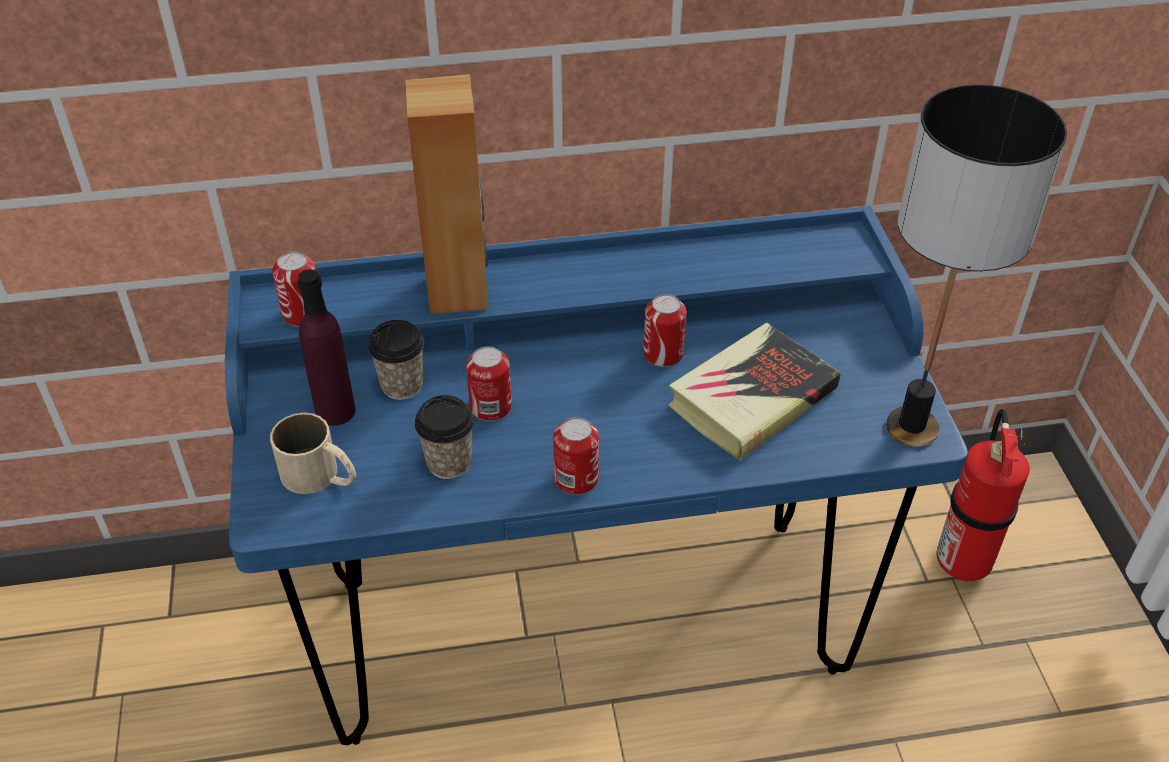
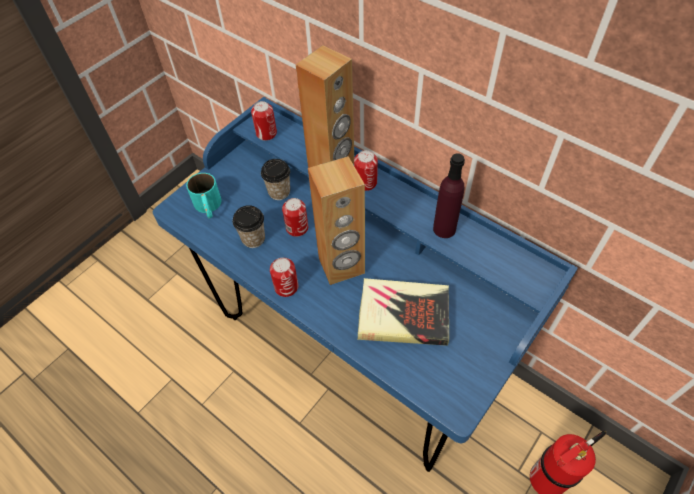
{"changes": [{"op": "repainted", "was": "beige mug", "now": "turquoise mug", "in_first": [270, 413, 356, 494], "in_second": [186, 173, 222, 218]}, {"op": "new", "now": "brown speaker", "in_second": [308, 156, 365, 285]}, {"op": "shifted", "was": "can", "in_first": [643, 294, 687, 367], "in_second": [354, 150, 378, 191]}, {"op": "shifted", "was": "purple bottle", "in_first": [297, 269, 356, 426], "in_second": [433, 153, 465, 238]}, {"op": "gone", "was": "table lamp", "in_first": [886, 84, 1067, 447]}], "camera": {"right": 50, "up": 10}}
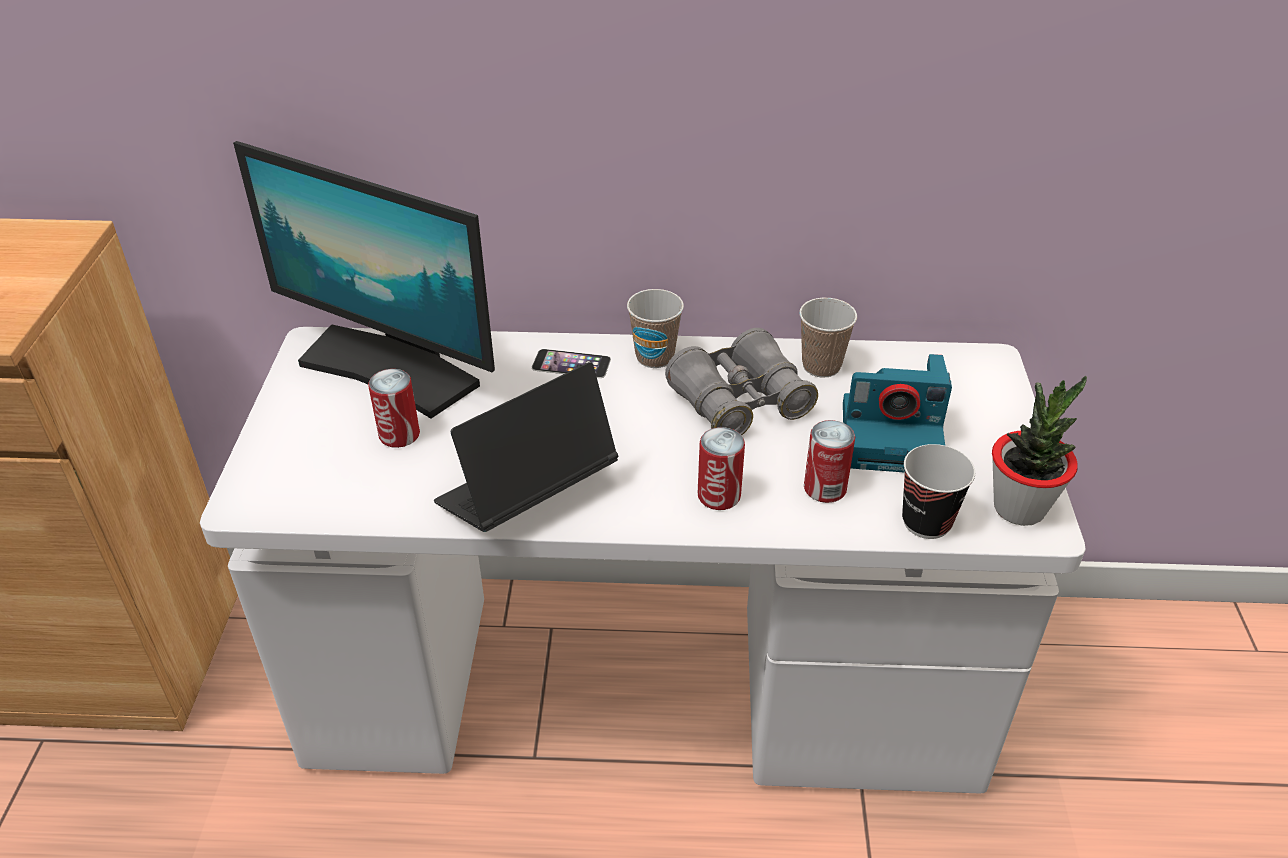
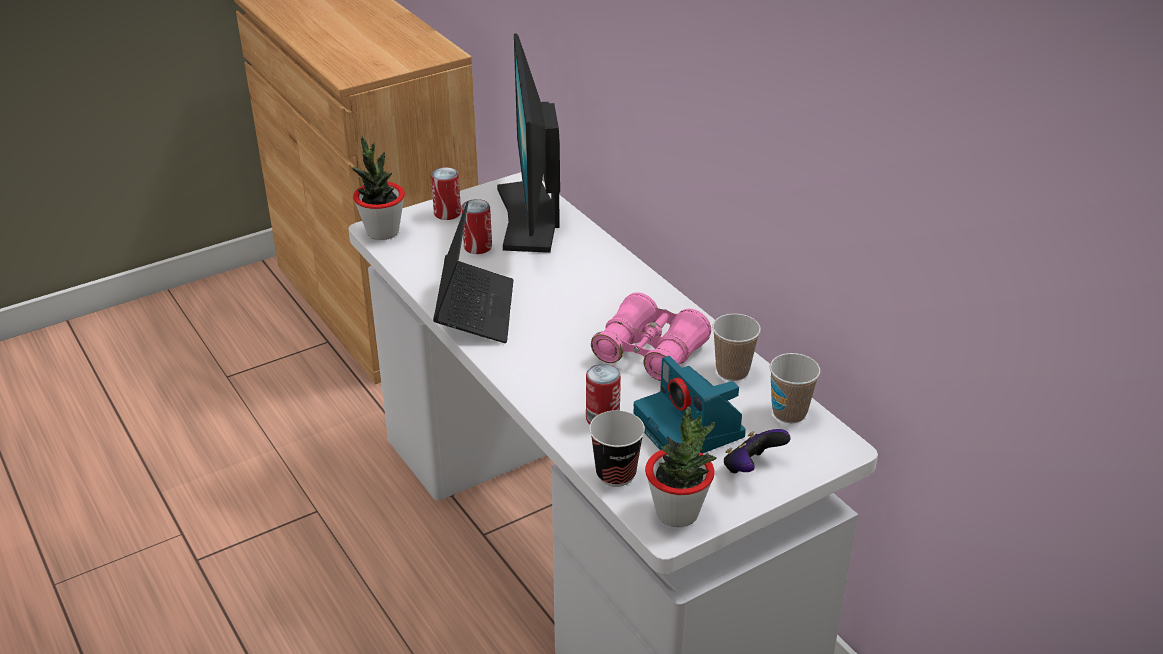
{"changes": [{"op": "new", "now": "potted plant", "in_second": [351, 136, 405, 240]}, {"op": "shifted", "was": "can", "in_first": [698, 427, 745, 510], "in_second": [431, 167, 461, 220]}, {"op": "rotated", "was": "laptop", "in_first": [434, 362, 618, 532], "in_second": [433, 201, 514, 343], "clockwise": 75}, {"op": "repainted", "was": "grey binoculars", "now": "pink binoculars", "in_first": [665, 328, 818, 435], "in_second": [591, 292, 711, 381]}, {"op": "new", "now": "game controller", "in_second": [724, 429, 791, 473]}, {"op": "shifted", "was": "cup", "in_first": [627, 289, 684, 368], "in_second": [770, 353, 820, 423]}, {"op": "gone", "was": "phone", "in_first": [532, 349, 611, 378]}], "camera": {"right": 55, "up": -5}}
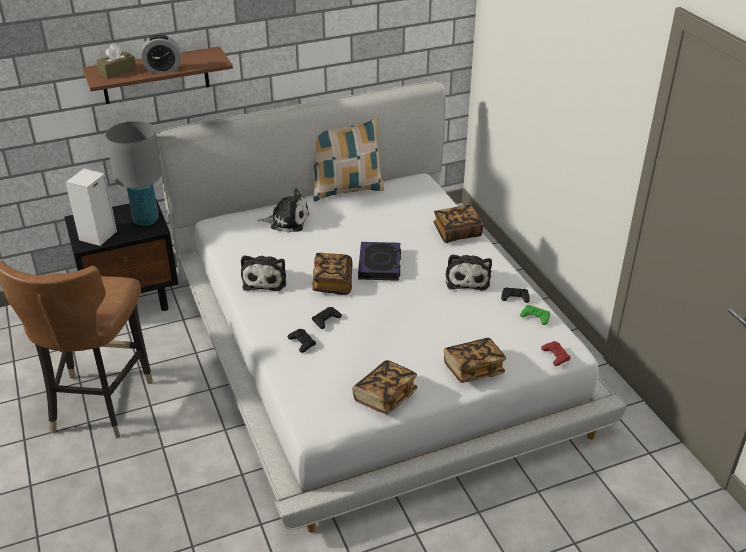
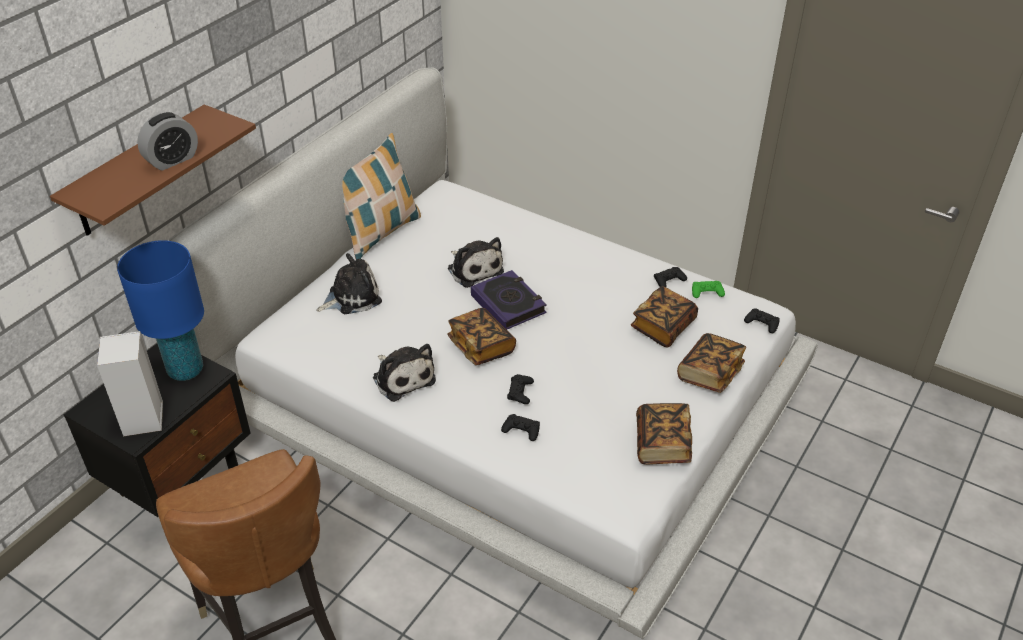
{"changes": [{"op": "repainted", "was": "grey table lamp", "now": "blue table lamp", "in_first": [105, 121, 162, 226], "in_second": [117, 240, 204, 381]}, {"op": "shifted", "was": "plush toy", "in_first": [445, 254, 492, 291], "in_second": [448, 237, 504, 288]}, {"op": "shifted", "was": "book", "in_first": [433, 205, 483, 243], "in_second": [631, 286, 698, 347]}, {"op": "repainted", "was": "red game controller", "now": "black game controller", "in_first": [541, 341, 571, 366], "in_second": [744, 309, 780, 333]}, {"op": "gone", "was": "brown tissue box", "in_first": [96, 44, 136, 79]}], "camera": {"right": -35, "up": 5}}
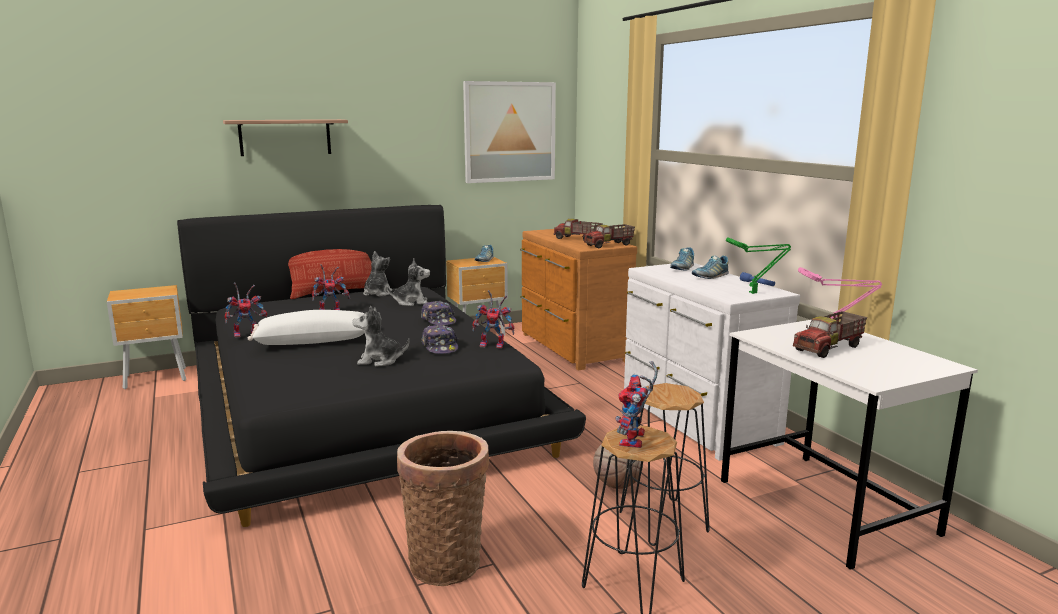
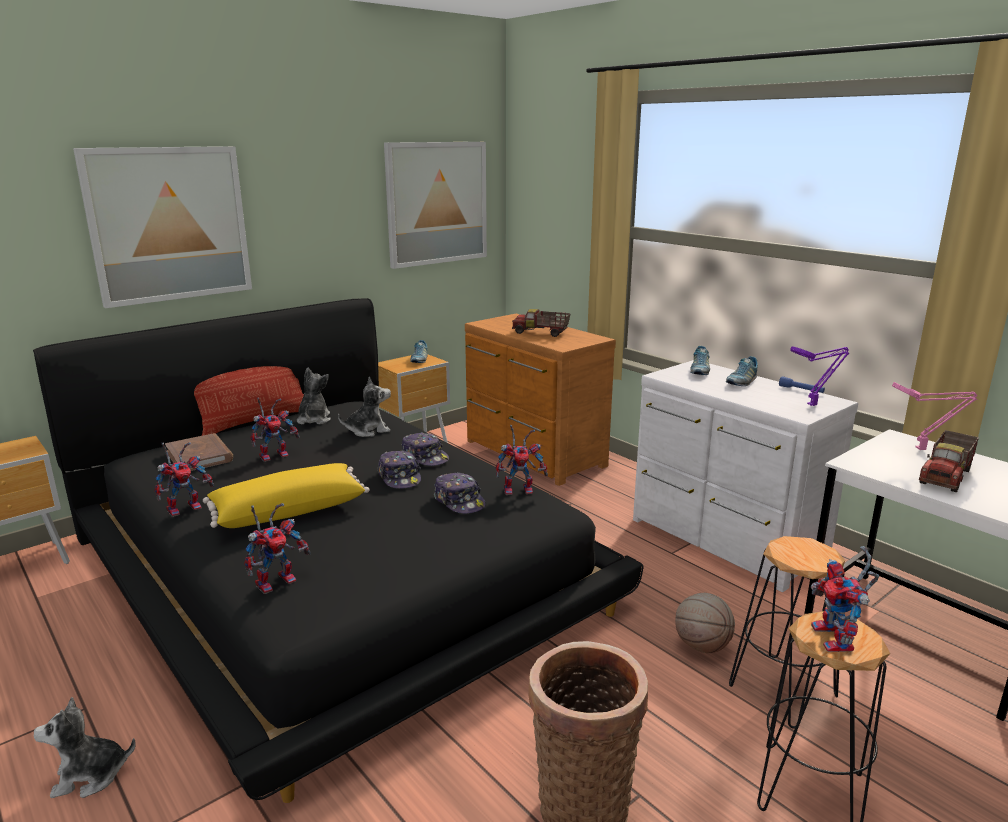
{"changes": [{"op": "shifted", "was": "plush toy", "in_first": [353, 306, 410, 367], "in_second": [34, 697, 136, 798]}, {"op": "swapped", "was": "shelf", "now": "picture", "in_first": [223, 119, 348, 156], "in_second": [73, 146, 252, 308]}, {"op": "new", "now": "brown book", "in_second": [165, 433, 233, 471]}, {"op": "repainted", "was": "white pillow", "now": "yellow pillow", "in_first": [248, 310, 365, 345], "in_second": [203, 463, 369, 528]}, {"op": "new", "now": "toy robot", "in_second": [245, 503, 311, 594]}, {"op": "new", "now": "cap", "in_second": [377, 450, 421, 489]}, {"op": "repainted", "was": "green table lamp", "now": "purple table lamp", "in_first": [726, 237, 791, 294], "in_second": [790, 346, 850, 406]}, {"op": "gone", "was": "toy truck", "in_first": [584, 224, 635, 248]}], "camera": {"right": -15, "up": 5}}
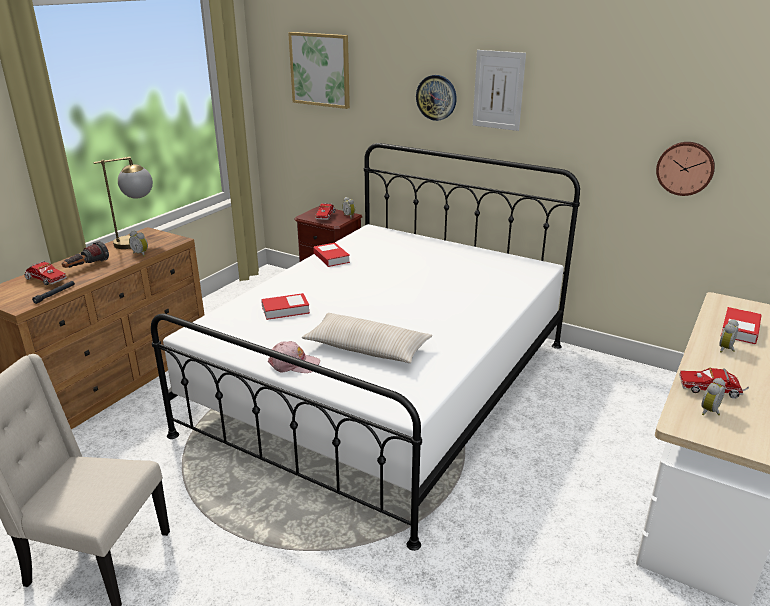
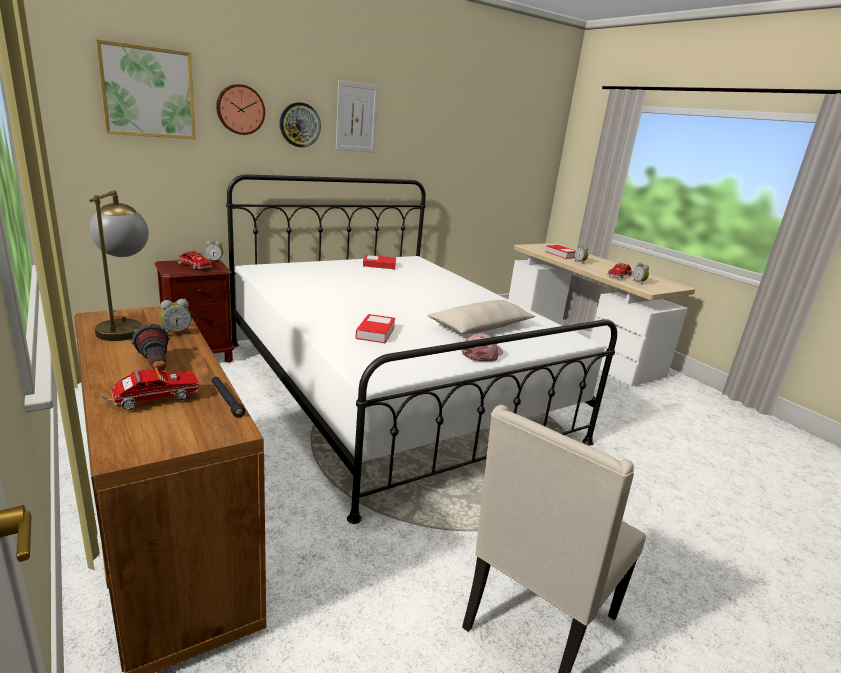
{"changes": [{"op": "shifted", "was": "wall clock", "in_first": [656, 142, 715, 196], "in_second": [216, 84, 265, 135]}, {"op": "shifted", "was": "book", "in_first": [313, 243, 350, 267], "in_second": [363, 255, 396, 269]}], "camera": {"right": -65, "up": -5}}
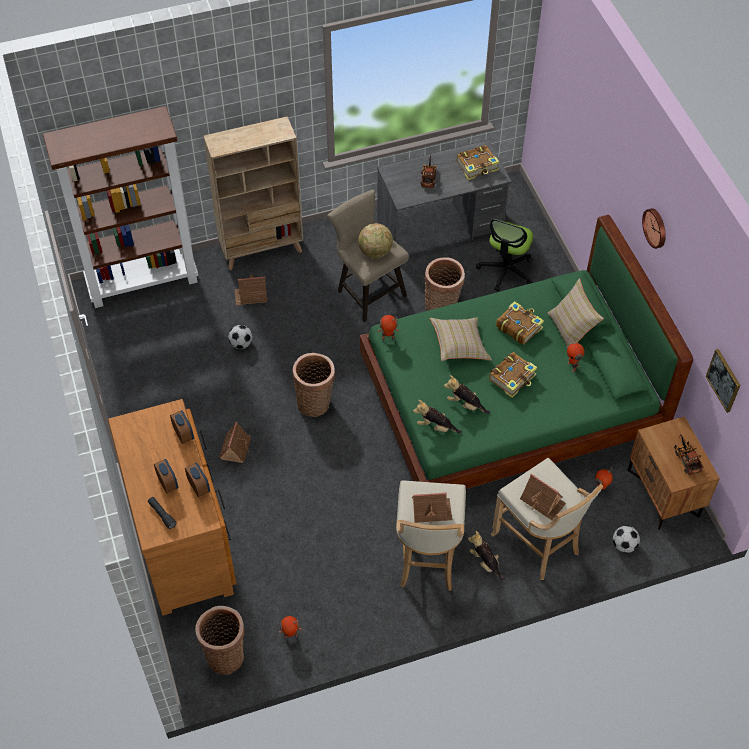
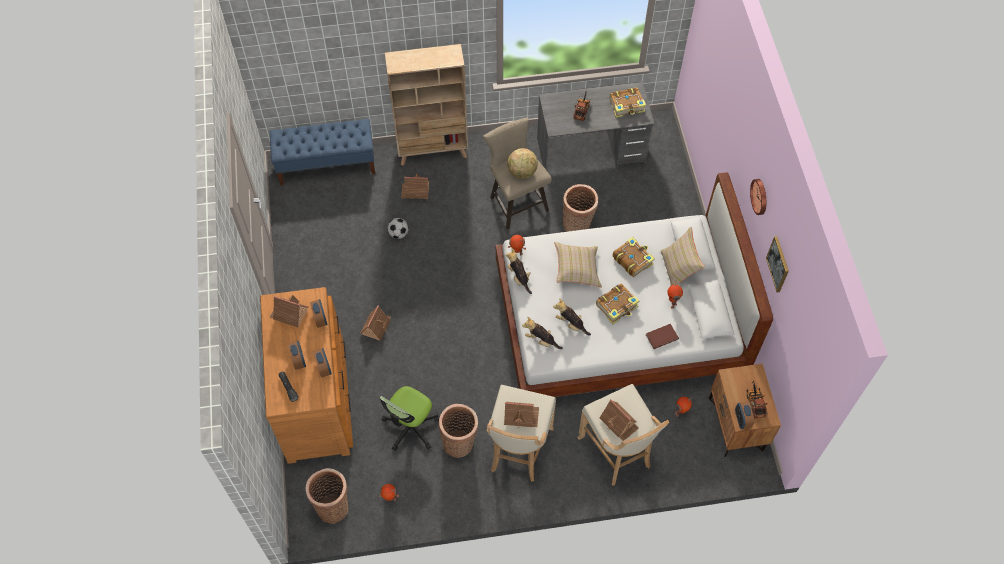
{"changes": [{"op": "new", "now": "toy house", "in_second": [269, 295, 308, 327]}, {"op": "swapped", "was": "brown bookcase", "now": "blue bench", "in_first": [43, 106, 199, 308], "in_second": [270, 119, 375, 186]}, {"op": "shifted", "was": "office chair", "in_first": [476, 219, 533, 291], "in_second": [380, 386, 439, 451]}, {"op": "shifted", "was": "basket", "in_first": [292, 353, 335, 417], "in_second": [438, 404, 478, 458]}, {"op": "repainted", "was": "green bed", "now": "white bed", "in_first": [360, 215, 693, 489], "in_second": [496, 172, 773, 397]}, {"op": "shifted", "was": "plush toy", "in_first": [468, 531, 505, 580], "in_second": [506, 248, 532, 294]}, {"op": "new", "now": "brown book", "in_second": [646, 324, 679, 349]}, {"op": "new", "now": "alarm clock", "in_second": [735, 402, 754, 429]}, {"op": "shifted", "was": "picture", "in_first": [706, 349, 740, 413], "in_second": [766, 236, 789, 293]}, {"op": "gone", "was": "football", "in_first": [613, 525, 640, 553]}], "camera": {"right": 10, "up": 5}}
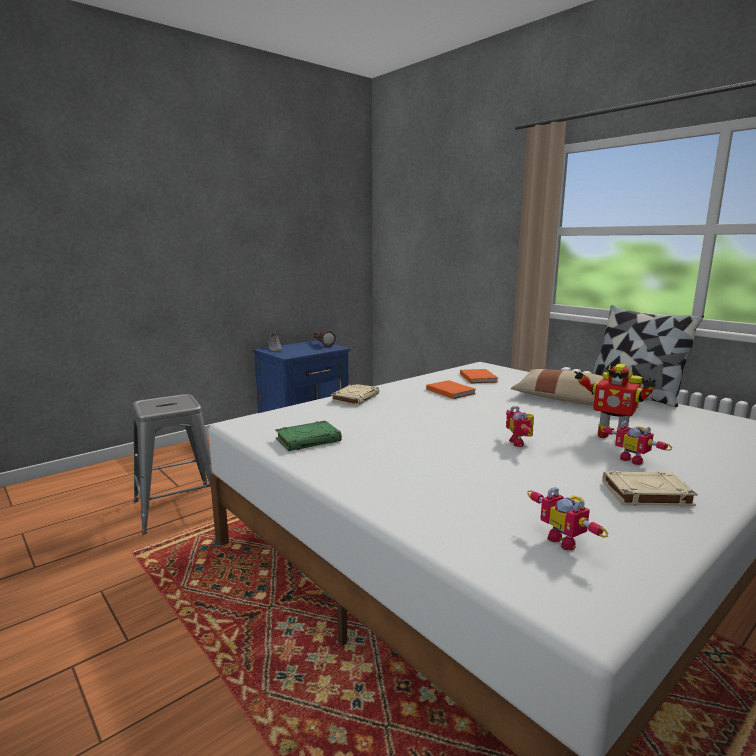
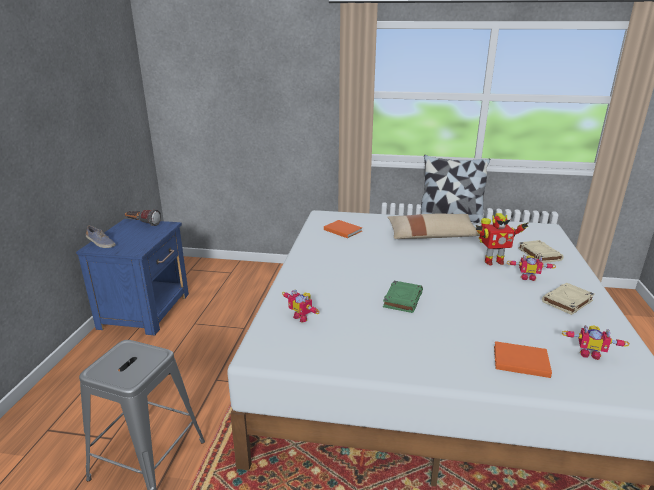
{"changes": [{"op": "shifted", "was": "toy robot", "in_first": [506, 406, 534, 447], "in_second": [282, 289, 319, 322]}, {"op": "shifted", "was": "green book", "in_first": [275, 421, 342, 451], "in_second": [383, 281, 423, 313]}, {"op": "shifted", "was": "orange book", "in_first": [426, 380, 476, 399], "in_second": [494, 341, 552, 378]}, {"op": "shifted", "was": "beige book", "in_first": [331, 384, 379, 406], "in_second": [518, 240, 564, 263]}], "camera": {"right": -40, "up": 10}}
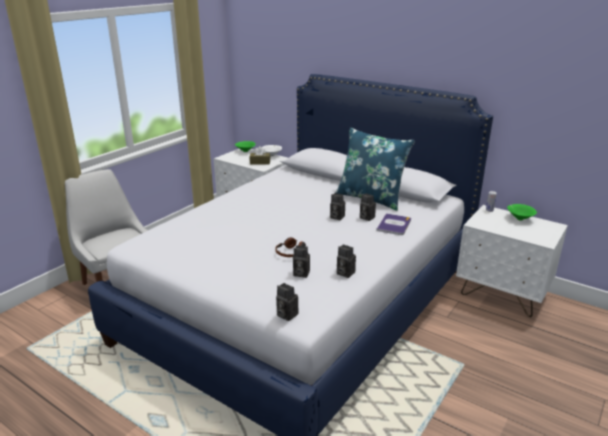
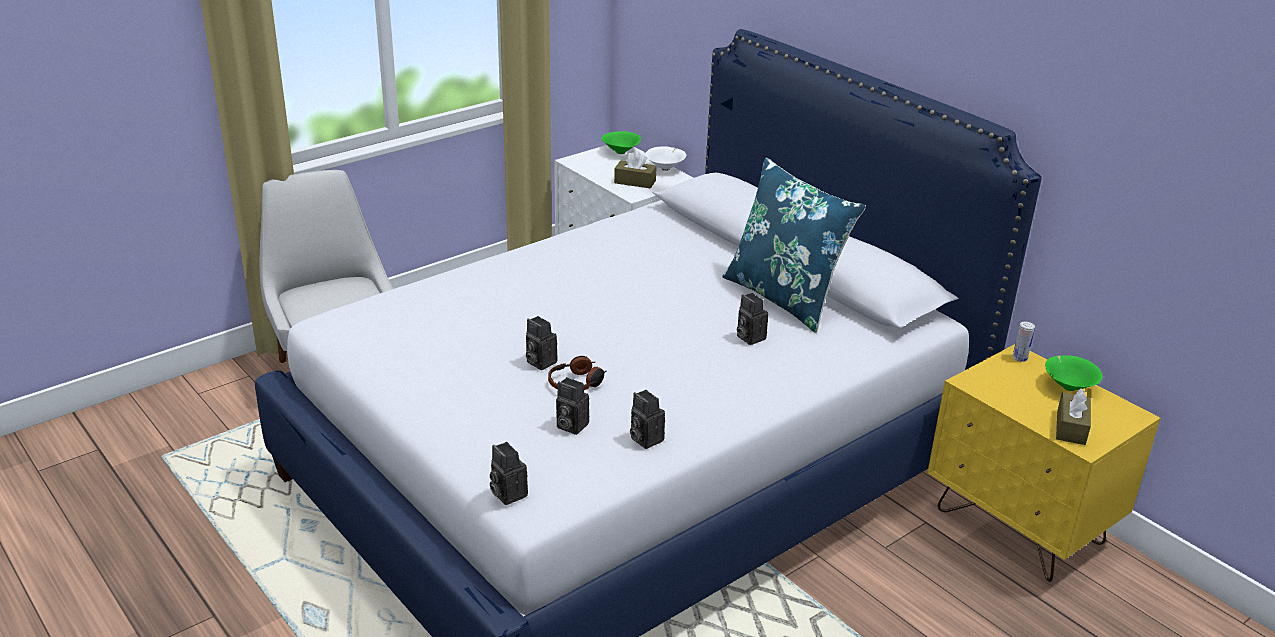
{"changes": [{"op": "shifted", "was": "photo camera", "in_first": [330, 193, 345, 220], "in_second": [526, 316, 558, 370]}, {"op": "repainted", "was": "white nightstand", "now": "yellow nightstand", "in_first": [456, 205, 568, 317], "in_second": [927, 344, 1161, 582]}, {"op": "new", "now": "brown tissue box", "in_second": [1056, 389, 1091, 445]}, {"op": "gone", "was": "book", "in_first": [376, 213, 411, 235]}], "camera": {"right": 15, "up": 5}}
